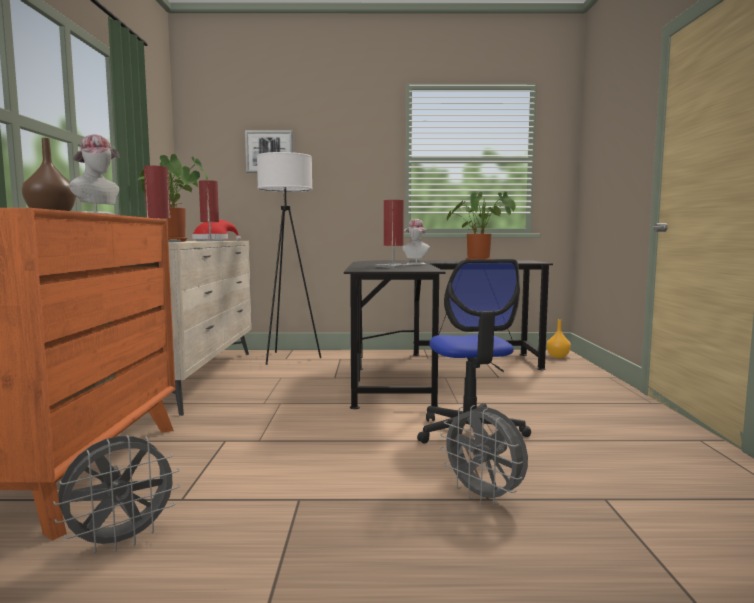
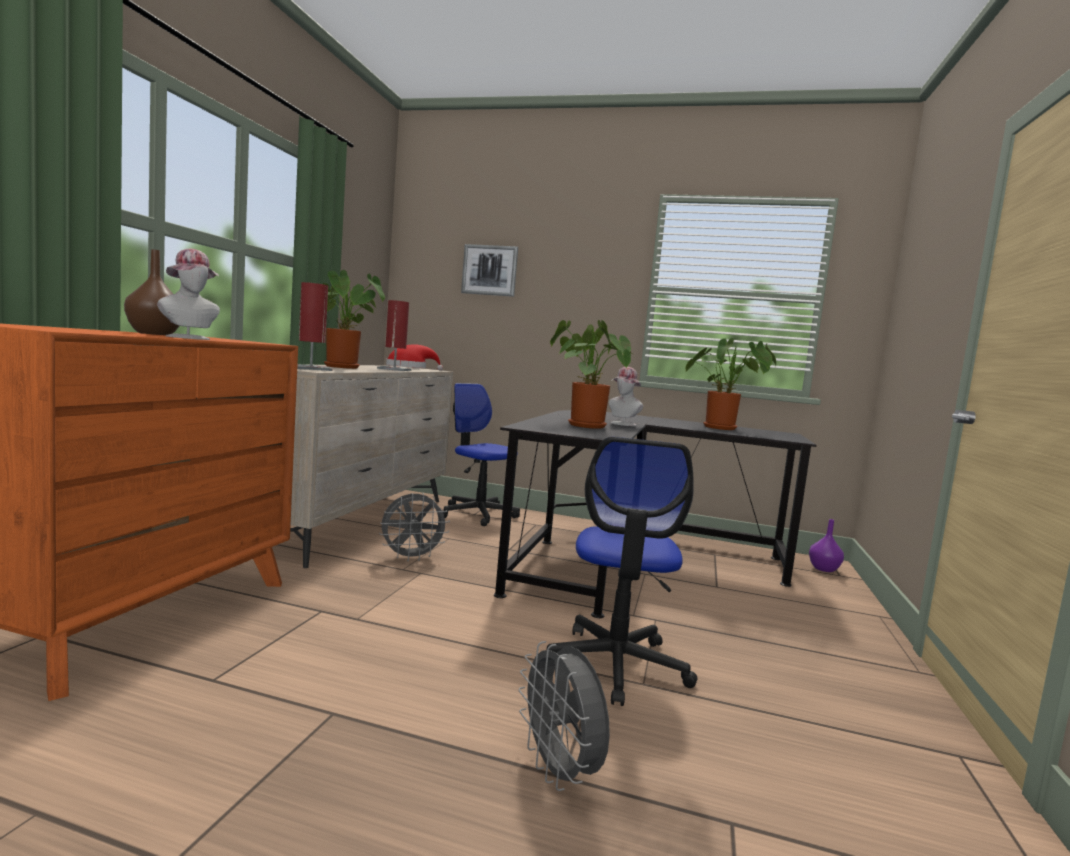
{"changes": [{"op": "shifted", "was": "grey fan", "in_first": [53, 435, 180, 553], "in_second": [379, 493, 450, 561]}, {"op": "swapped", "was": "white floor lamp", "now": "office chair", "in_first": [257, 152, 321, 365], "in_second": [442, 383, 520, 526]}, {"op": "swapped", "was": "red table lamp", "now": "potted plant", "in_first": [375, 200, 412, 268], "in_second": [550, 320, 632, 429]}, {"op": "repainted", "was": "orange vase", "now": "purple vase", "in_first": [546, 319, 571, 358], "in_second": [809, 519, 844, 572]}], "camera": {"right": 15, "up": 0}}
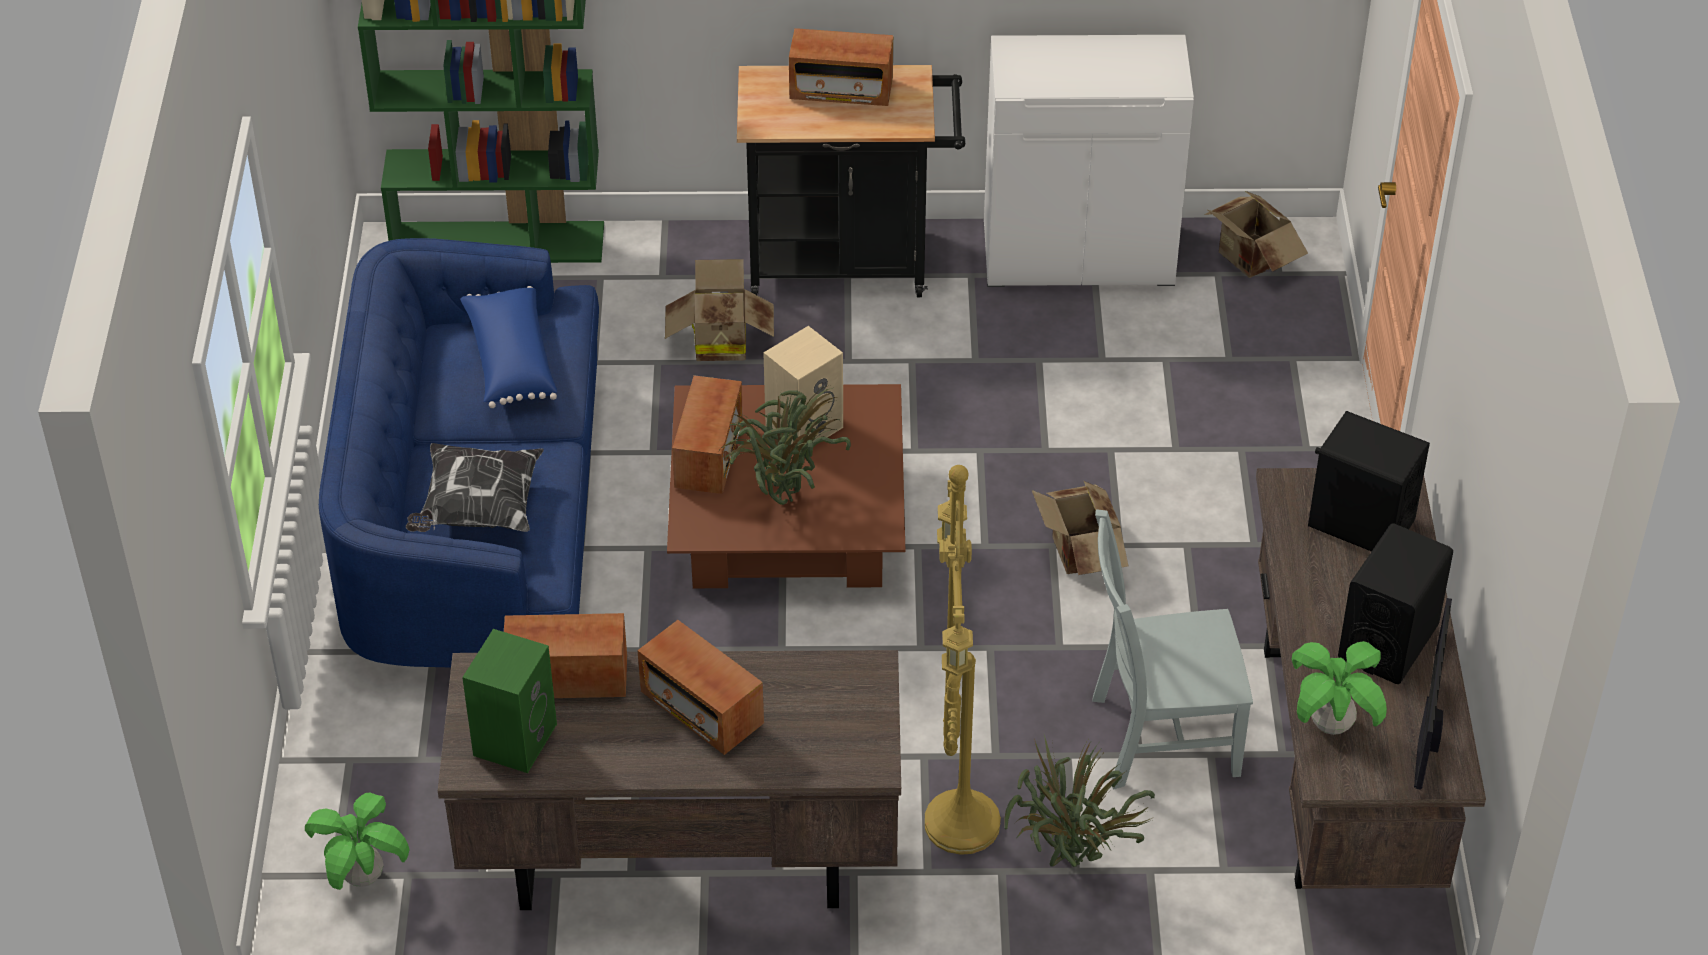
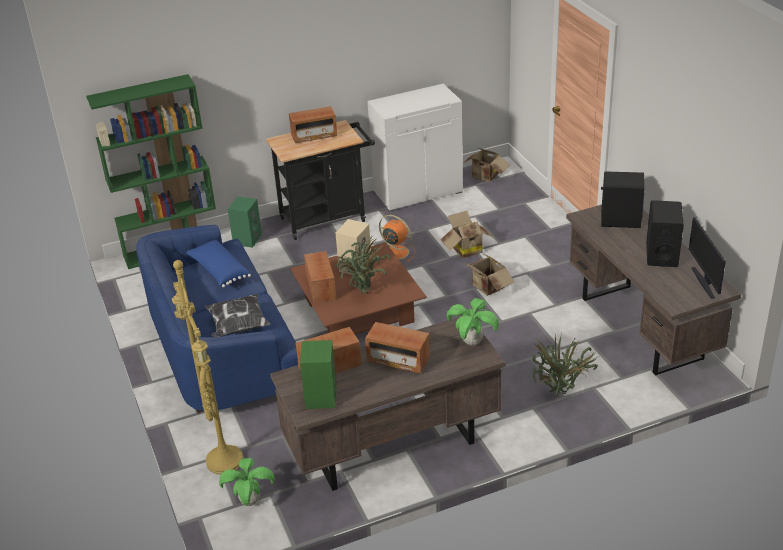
{"changes": [{"op": "shifted", "was": "yellow floor lamp", "in_first": [925, 465, 1001, 855], "in_second": [172, 260, 243, 475]}, {"op": "new", "now": "green speaker", "in_second": [228, 196, 262, 248]}, {"op": "new", "now": "orange fan", "in_second": [379, 215, 415, 262]}, {"op": "shifted", "was": "cardboard box", "in_first": [665, 259, 774, 361], "in_second": [440, 211, 494, 258]}, {"op": "shifted", "was": "potted plant", "in_first": [1292, 641, 1387, 735], "in_second": [447, 298, 499, 346]}, {"op": "gone", "was": "grey chair", "in_first": [1092, 509, 1253, 789]}], "camera": {"right": -20, "up": -10}}
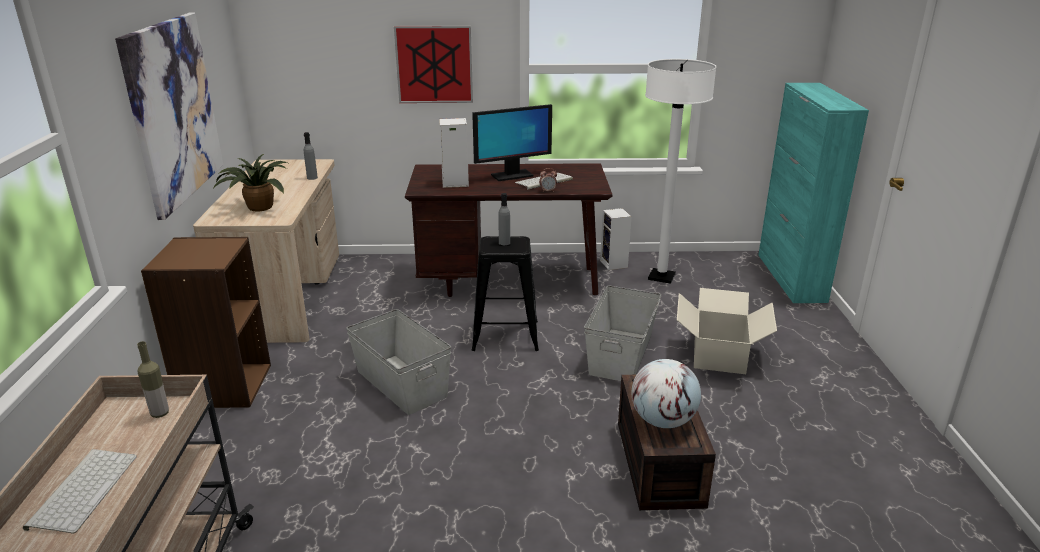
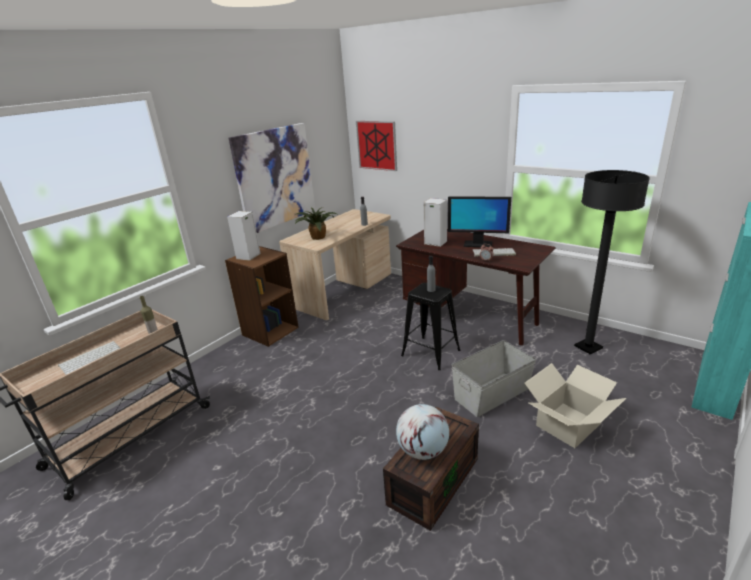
{"changes": [{"op": "shifted", "was": "speaker", "in_first": [600, 208, 632, 270], "in_second": [227, 211, 261, 261]}, {"op": "shifted", "was": "picture", "in_first": [394, 26, 473, 103], "in_second": [356, 121, 397, 171]}, {"op": "repainted", "was": "white floor lamp", "now": "black floor lamp", "in_first": [645, 59, 717, 284], "in_second": [574, 170, 650, 354]}, {"op": "gone", "was": "grey storage box", "in_first": [346, 309, 451, 415]}], "camera": {"right": 40, "up": 0}}
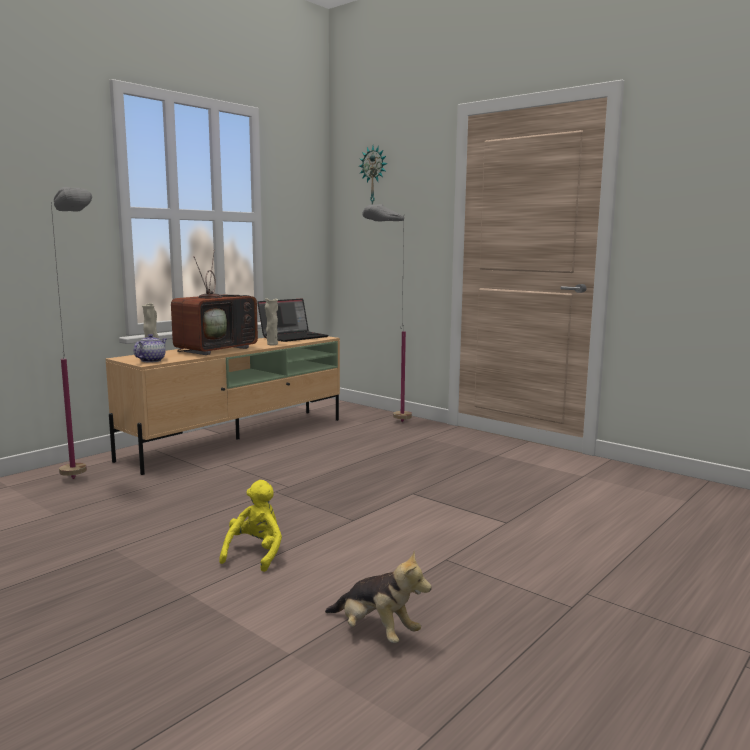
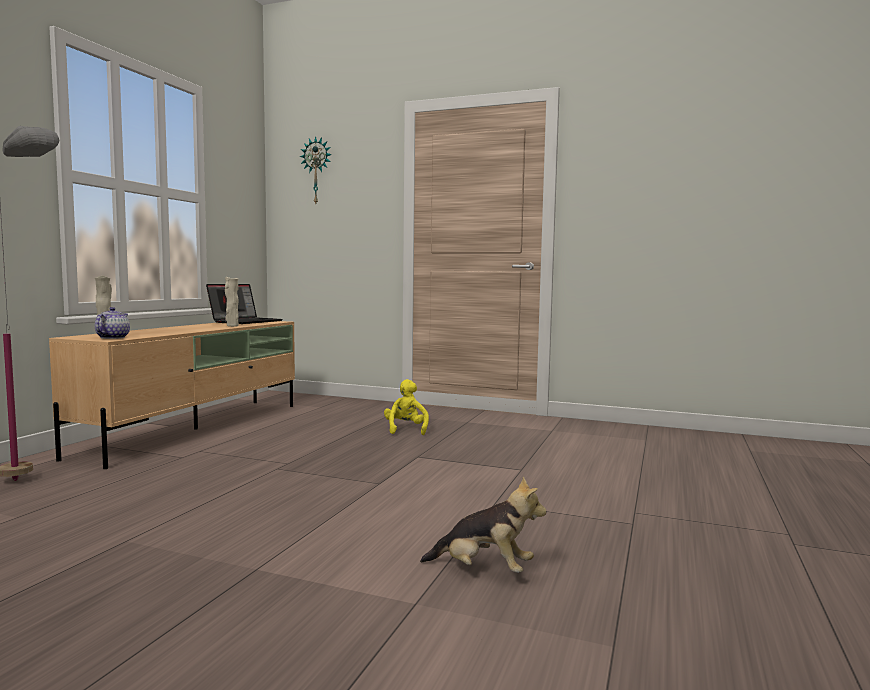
{"changes": [{"op": "shifted", "was": "yellow plush toy", "in_first": [219, 480, 282, 572], "in_second": [384, 379, 429, 435]}, {"op": "gone", "was": "television", "in_first": [171, 250, 258, 355]}, {"op": "gone", "was": "grey floor lamp", "in_first": [362, 204, 412, 422]}], "camera": {"right": -20, "up": -5}}
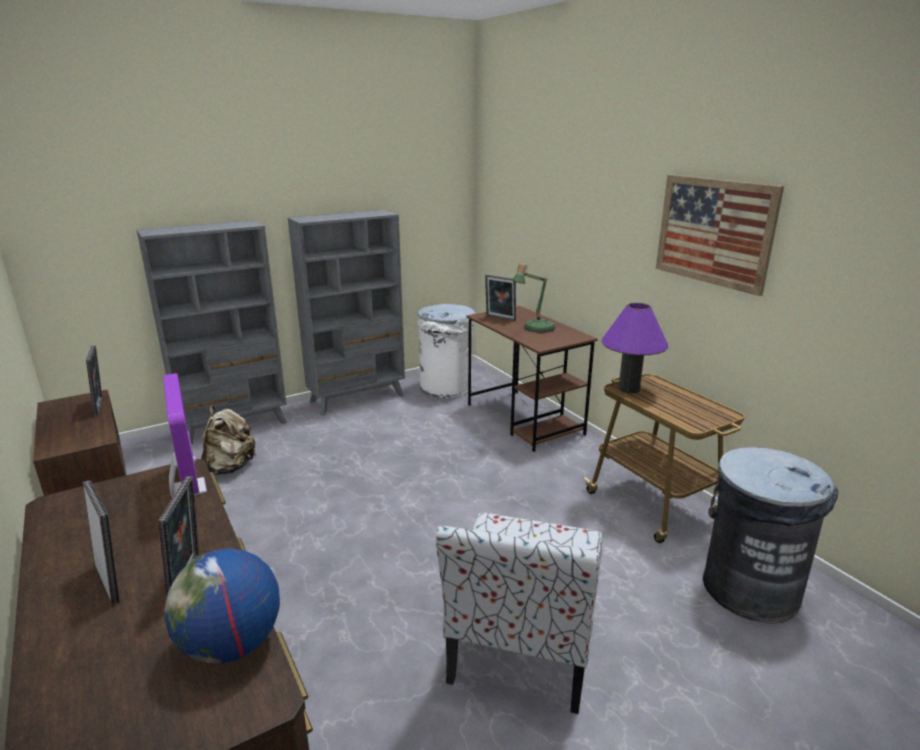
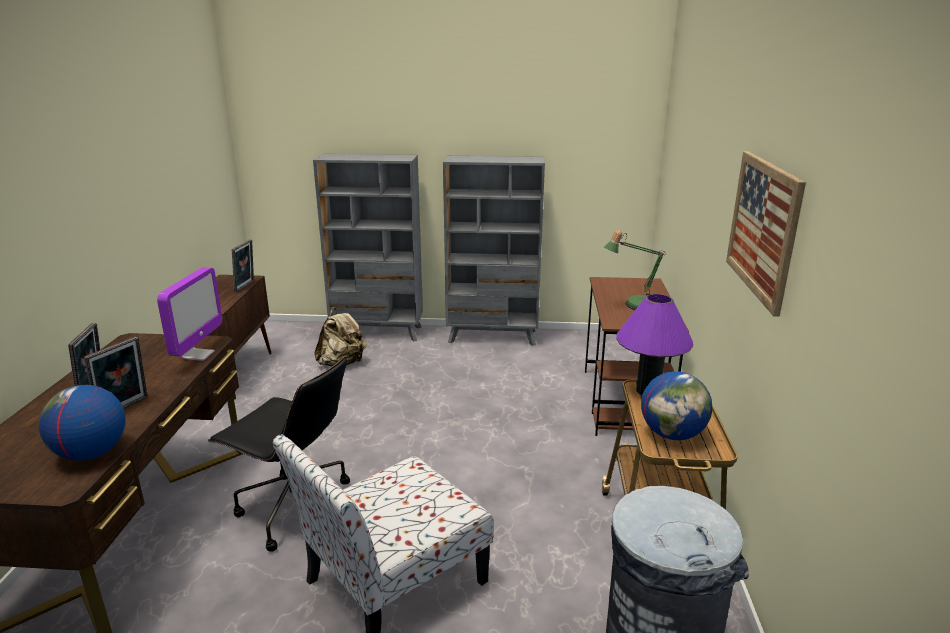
{"changes": [{"op": "new", "now": "black office chair", "in_second": [208, 356, 350, 552]}, {"op": "new", "now": "globe", "in_second": [641, 371, 712, 440]}, {"op": "gone", "was": "white trash can", "in_first": [417, 304, 475, 398]}, {"op": "gone", "was": "picture frame", "in_first": [485, 275, 516, 321]}], "camera": {"right": 35, "up": 0}}
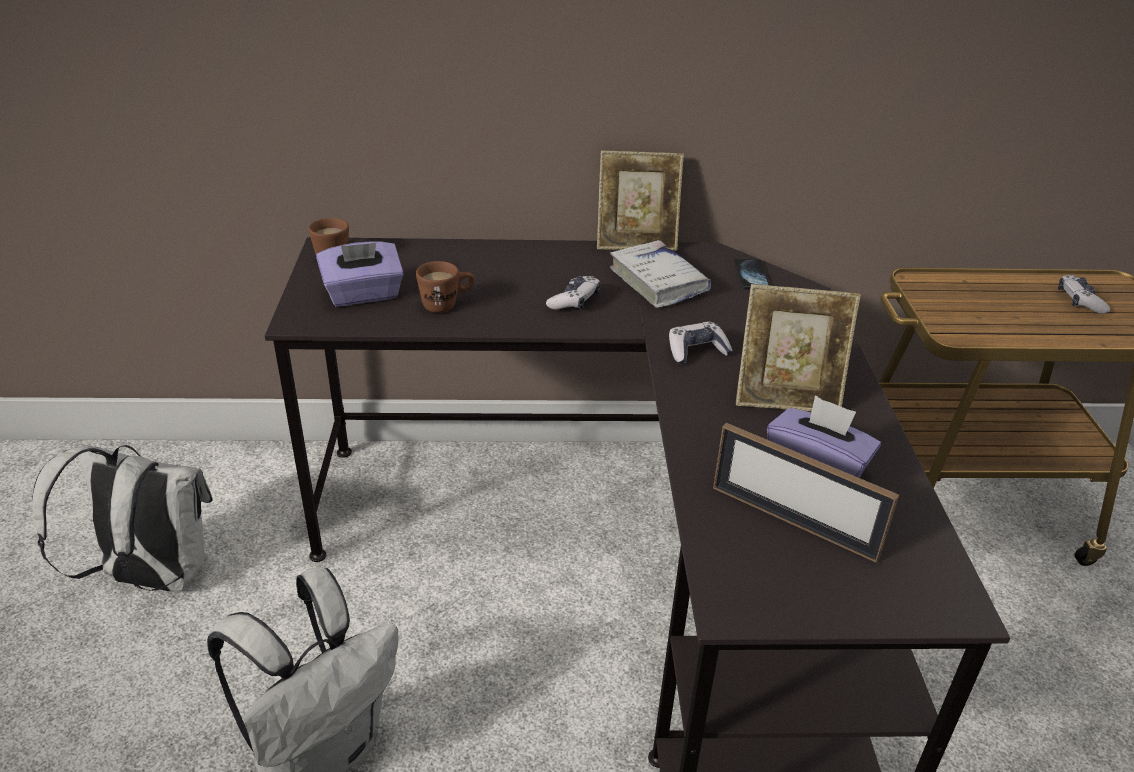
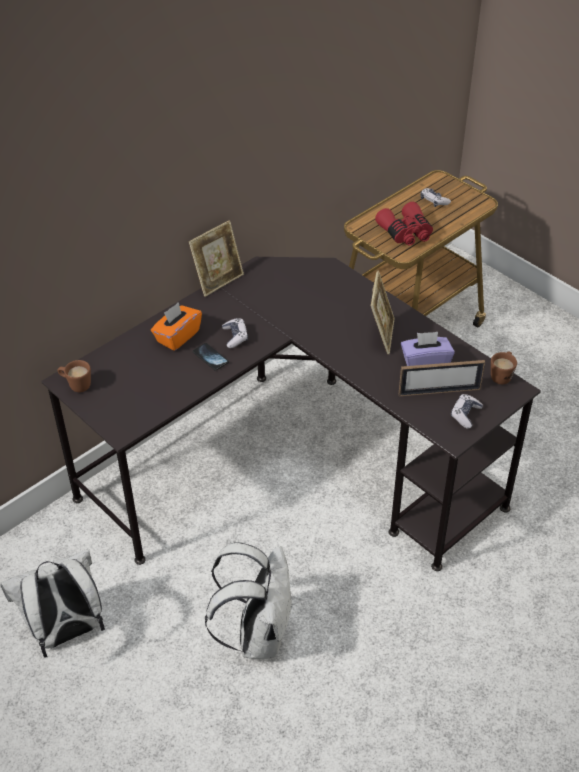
{"changes": [{"op": "new", "now": "orange tissue box", "in_second": [151, 302, 202, 351]}, {"op": "shifted", "was": "phone", "in_first": [734, 259, 770, 289], "in_second": [193, 343, 229, 370]}, {"op": "rotated", "was": "picture frame", "in_first": [736, 284, 860, 412], "in_second": [371, 270, 395, 354], "clockwise": -45}, {"op": "new", "now": "red binoculars", "in_second": [375, 202, 433, 246]}, {"op": "shifted", "was": "game controller", "in_first": [669, 322, 732, 364], "in_second": [451, 394, 483, 429]}, {"op": "shifted", "was": "brown mug", "in_first": [416, 261, 474, 313], "in_second": [491, 351, 517, 384]}, {"op": "gone", "was": "purple tissue box", "in_first": [316, 241, 404, 306]}, {"op": "gone", "was": "white book", "in_first": [610, 240, 711, 308]}], "camera": {"right": -40, "up": 10}}
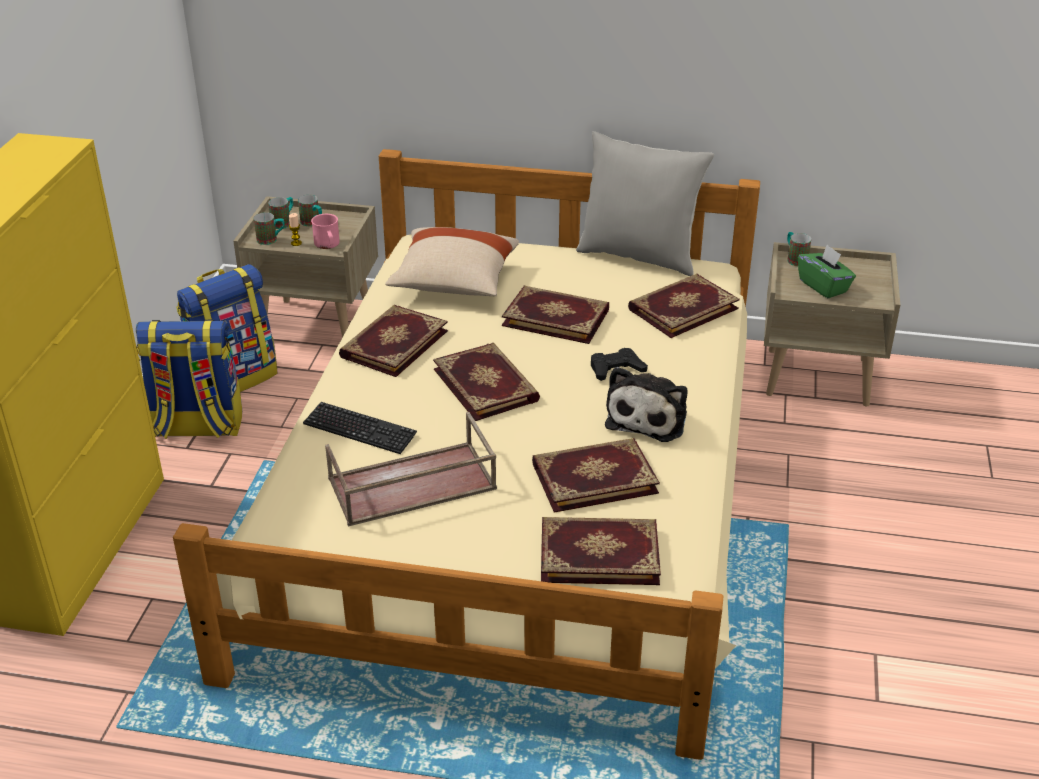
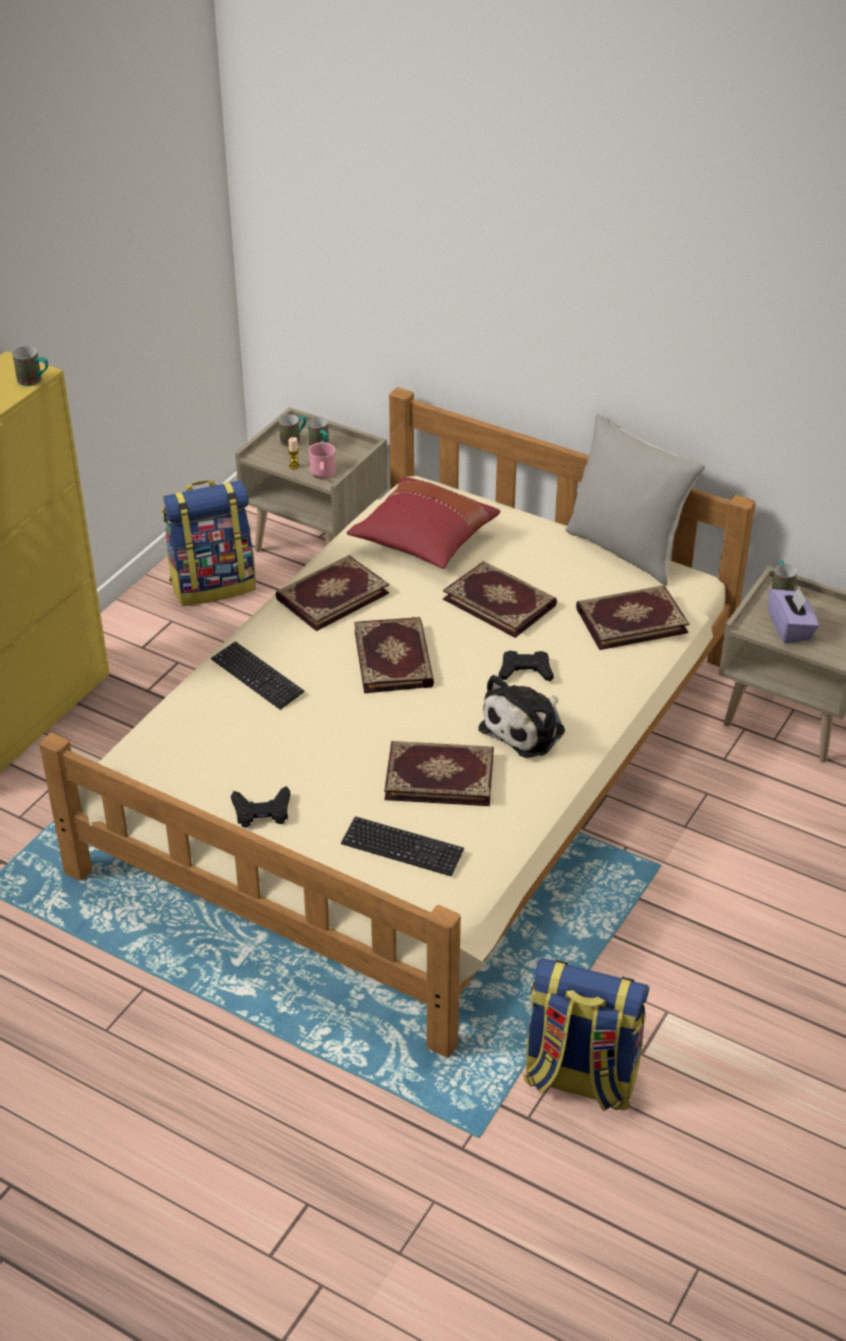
{"changes": [{"op": "shifted", "was": "mug", "in_first": [254, 212, 285, 245], "in_second": [13, 346, 48, 386]}, {"op": "new", "now": "black game controller", "in_second": [231, 786, 290, 827]}, {"op": "swapped", "was": "book", "now": "keyboard", "in_first": [541, 517, 661, 585], "in_second": [341, 816, 464, 876]}, {"op": "repainted", "was": "beige pillow", "now": "red pillow", "in_first": [385, 227, 519, 296], "in_second": [347, 477, 500, 569]}, {"op": "shifted", "was": "backpack", "in_first": [136, 320, 242, 439], "in_second": [523, 958, 650, 1112]}, {"op": "repainted", "was": "green tissue box", "now": "purple tissue box", "in_first": [798, 245, 856, 298], "in_second": [768, 587, 819, 643]}, {"op": "gone", "was": "brown tray", "in_first": [325, 412, 497, 527]}], "camera": {"right": 20, "up": 5}}
